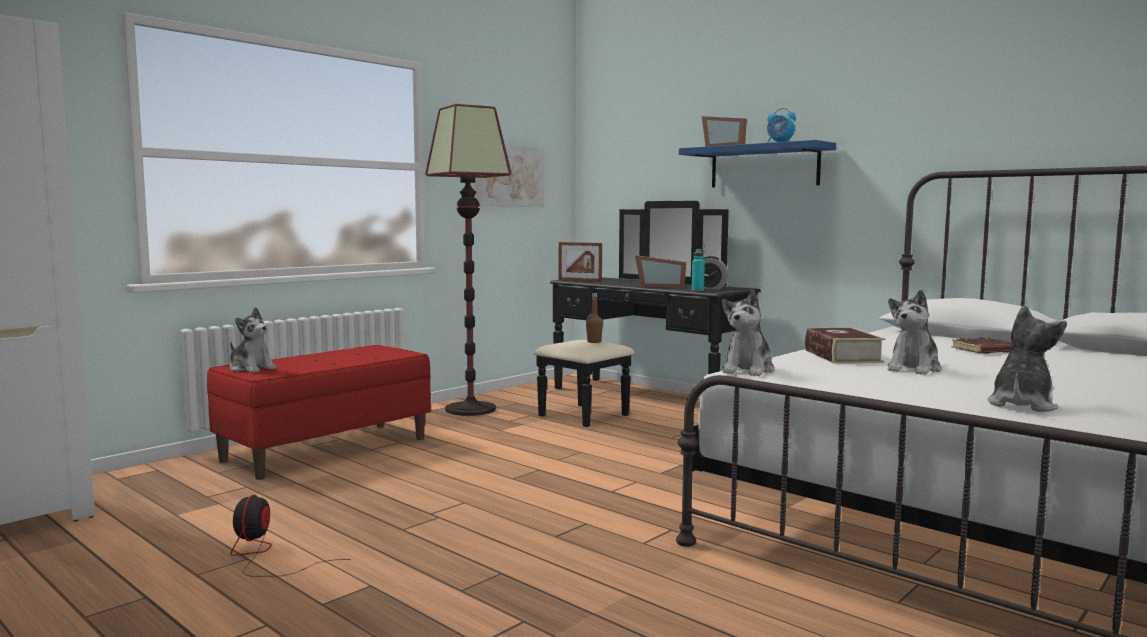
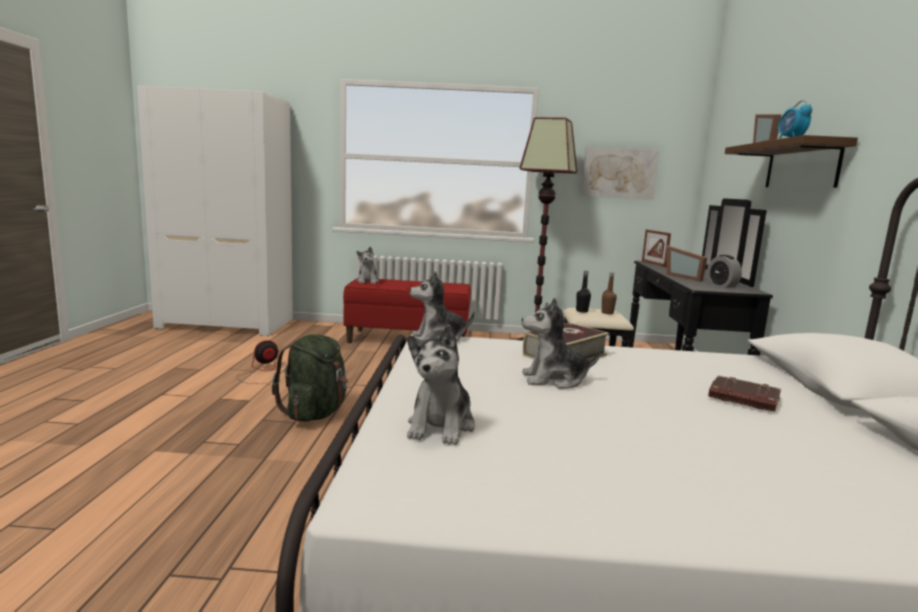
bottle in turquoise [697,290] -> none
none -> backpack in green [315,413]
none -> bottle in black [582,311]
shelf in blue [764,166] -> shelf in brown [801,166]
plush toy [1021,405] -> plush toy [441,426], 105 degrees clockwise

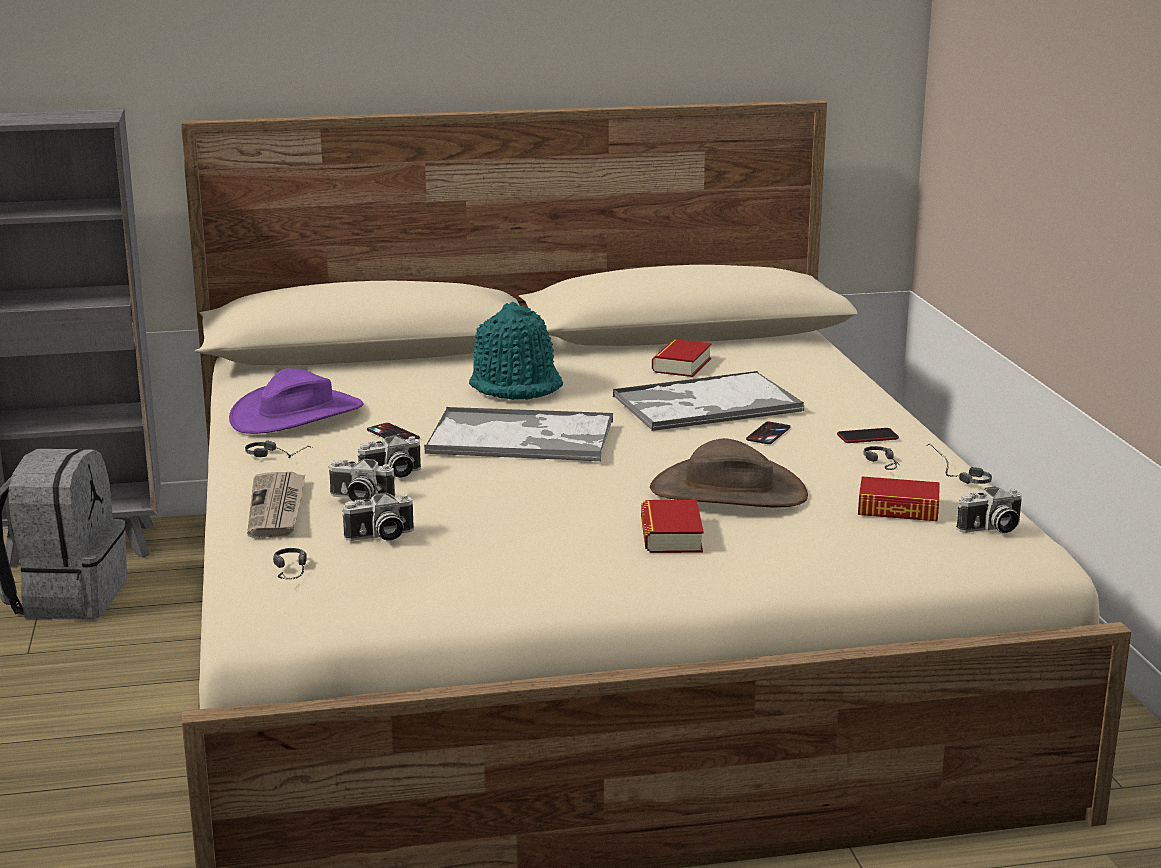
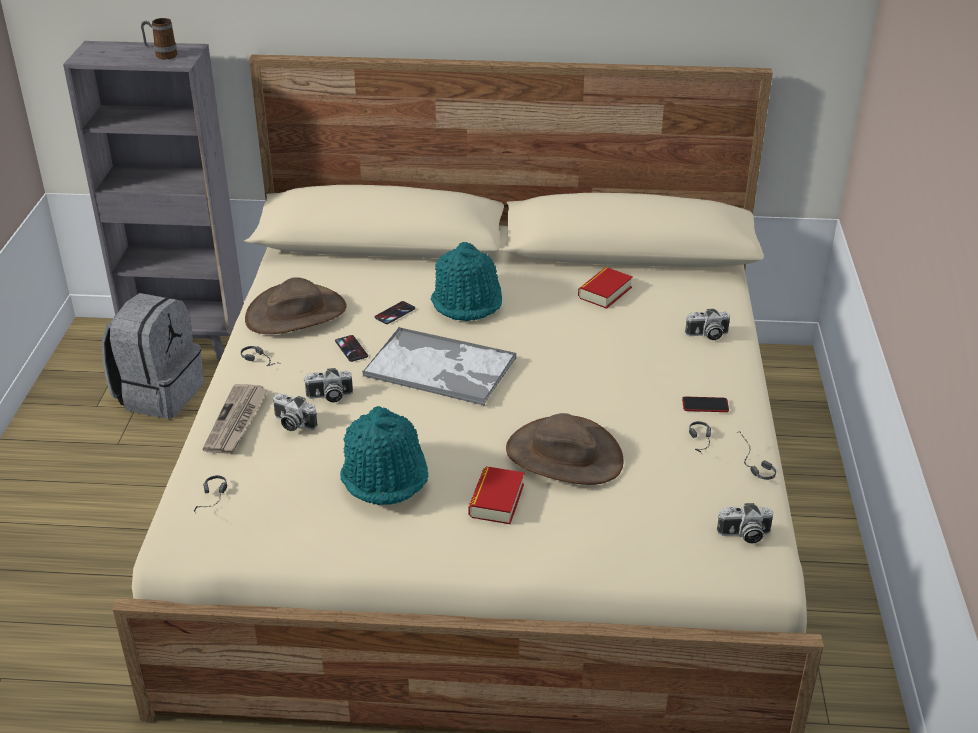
tray [705,404] -> none
book [898,509] -> none
none -> mug [161,56]
none -> hat in turquoise [385,474]
photo camera [380,536] -> photo camera [707,335], move
phone [768,434] -> phone [394,313], move
hat in purple [297,414] -> hat in brown [296,313]

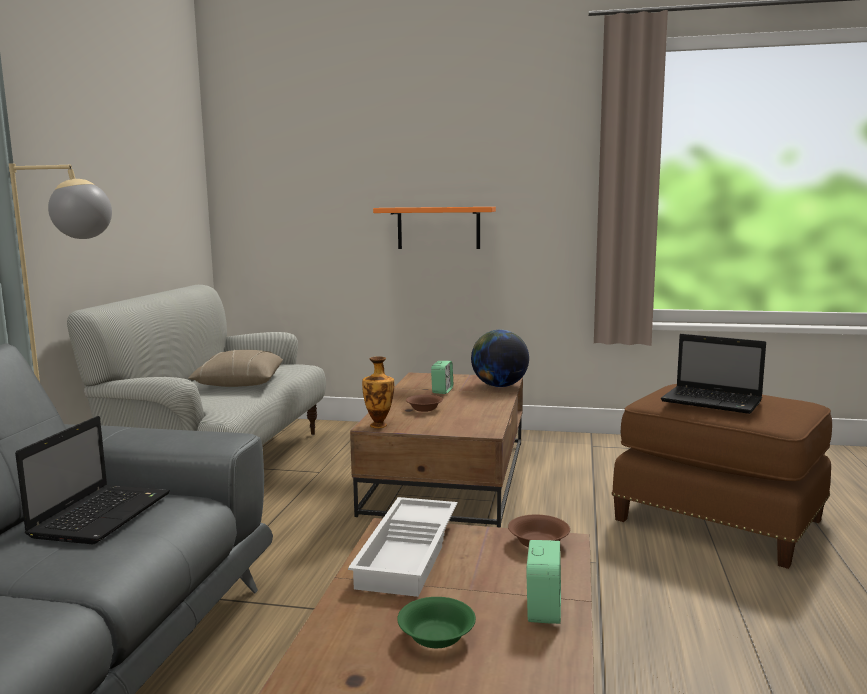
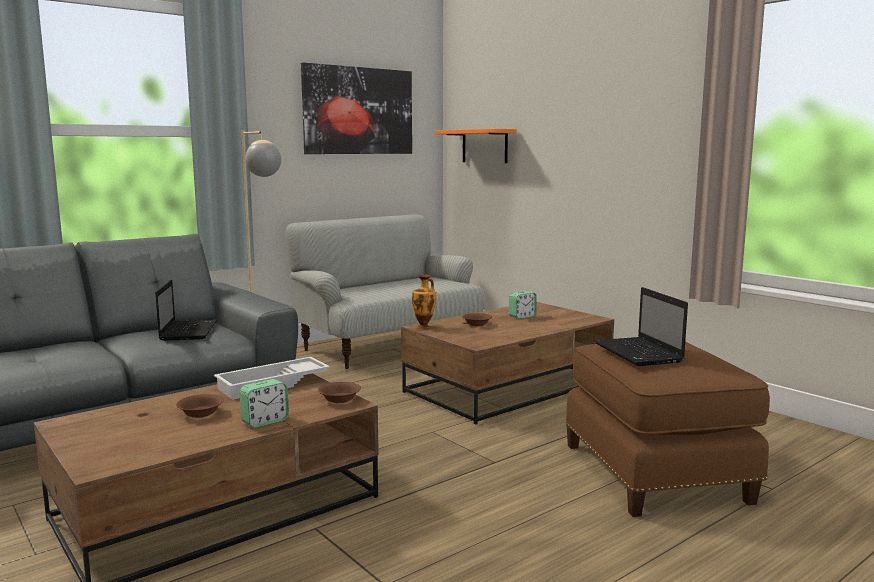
pillow in beige [239,383] -> none
globe [499,386] -> none
none -> picture [358,111]
shelf in orange [438,228] -> shelf in orange [484,146], move
bowl in green [436,636] -> bowl in brown [201,413]
laptop [102,514] -> laptop [188,331], 60 degrees counterclockwise

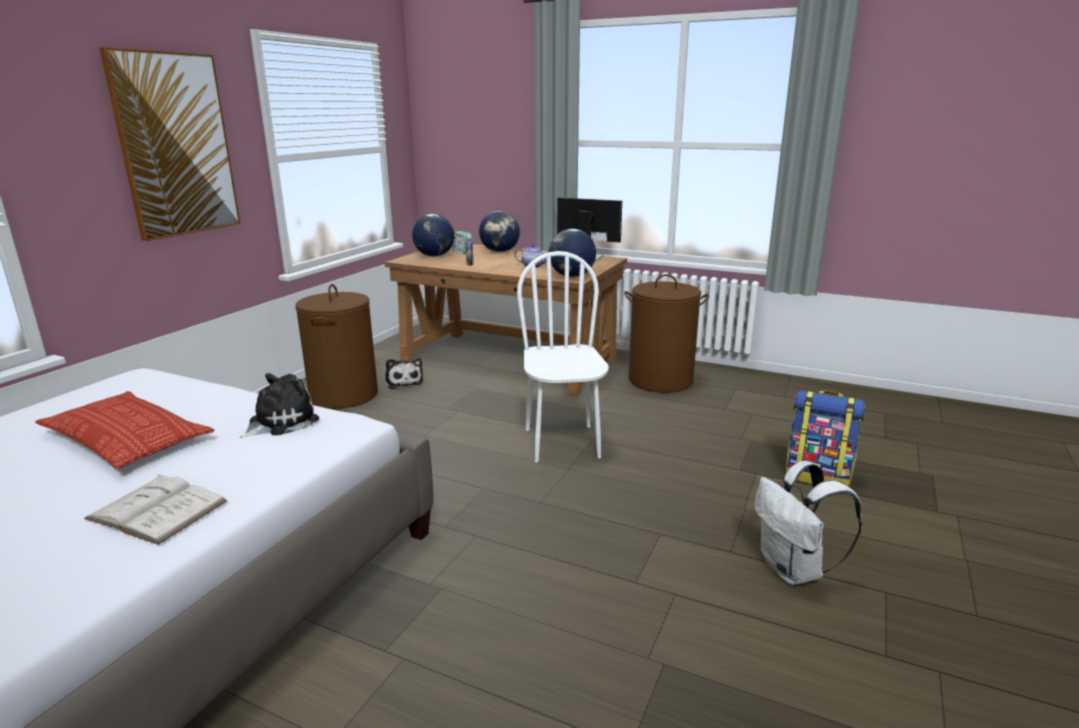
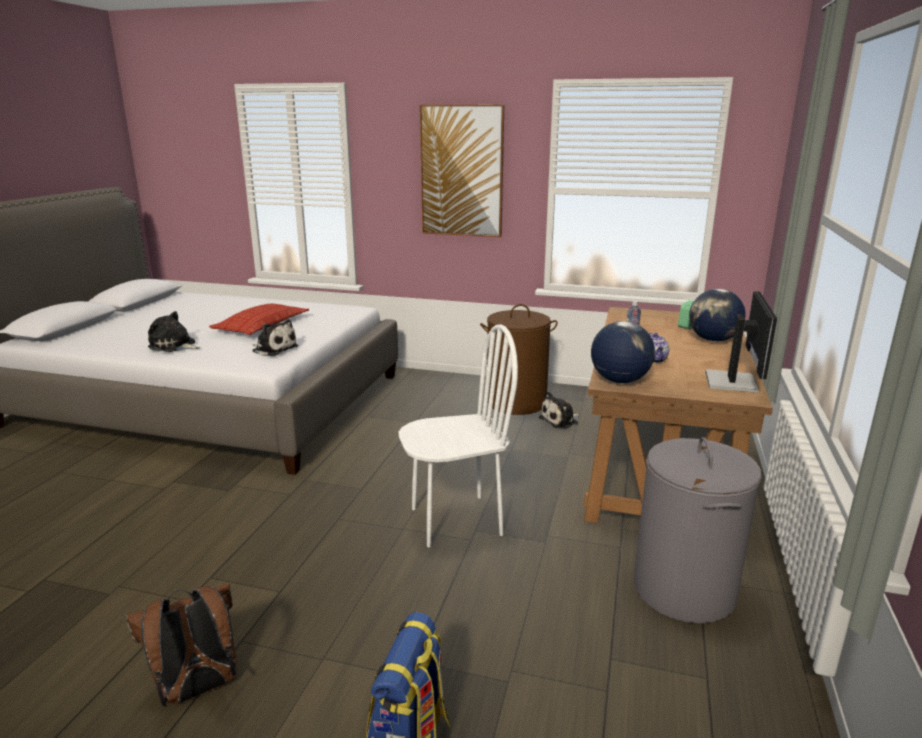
globe [434,256] -> none
book in white [157,510] -> plush toy [174,346]
laundry basket in brown [660,380] -> laundry basket in grey [684,590]
backpack in white [794,570] -> backpack in brown [197,689]

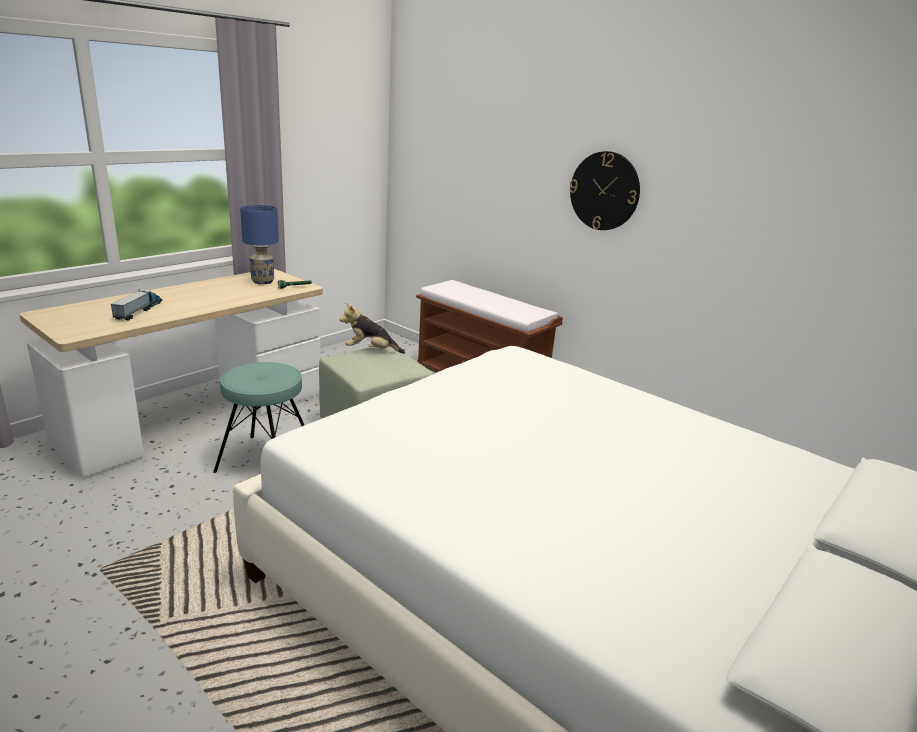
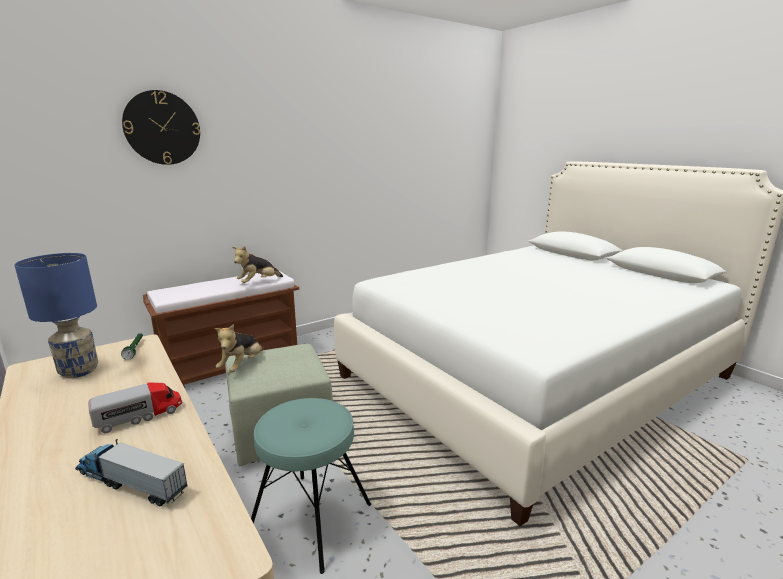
none -> toy truck [140,416]
none -> plush toy [258,283]
wall clock [604,191] -> wall clock [162,128], move

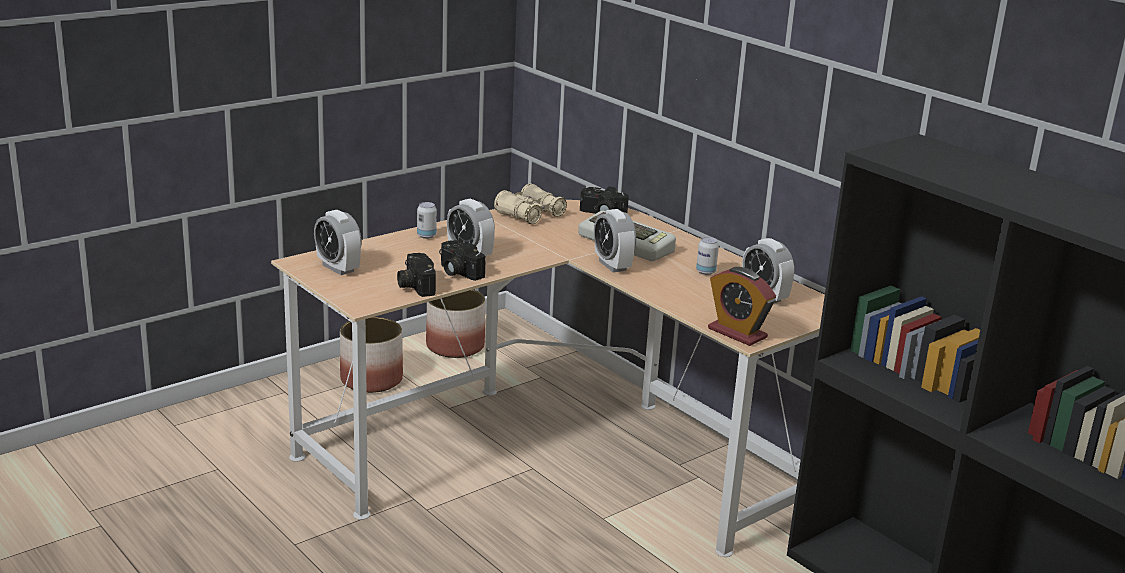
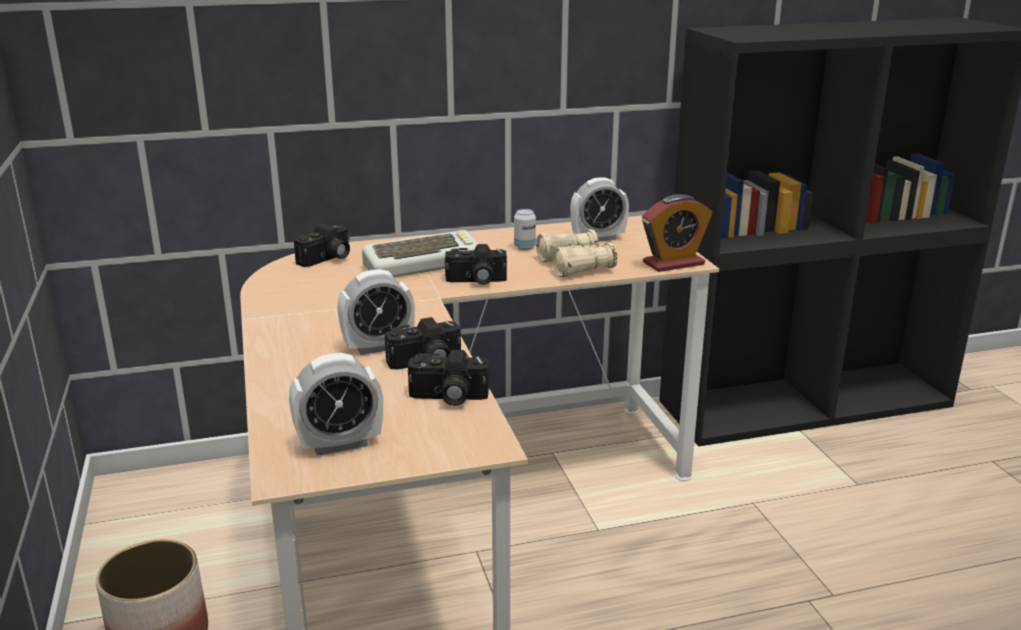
can [426,236] -> none
planter [455,347] -> none
binoculars in beige [530,215] -> binoculars in beige [575,265], move
alarm clock [612,265] -> photo camera [476,281]

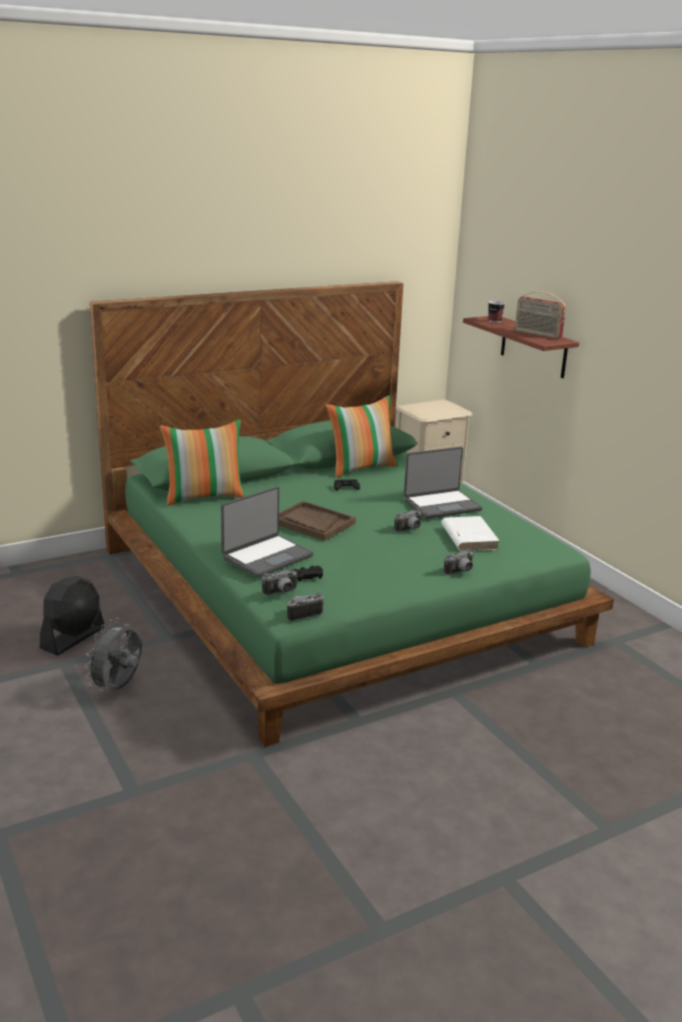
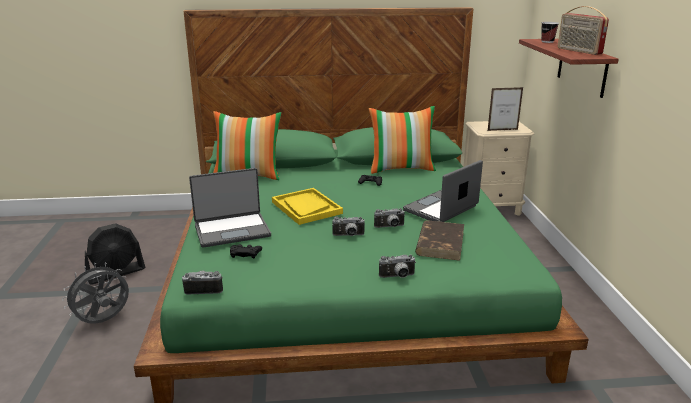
none -> picture frame [502,130]
photo camera [281,592] -> photo camera [348,236], move
tray in brown [313,523] -> tray in yellow [306,208]
book in white [468,537] -> book in brown [440,243]
laptop [441,505] -> laptop [441,209], 135 degrees clockwise

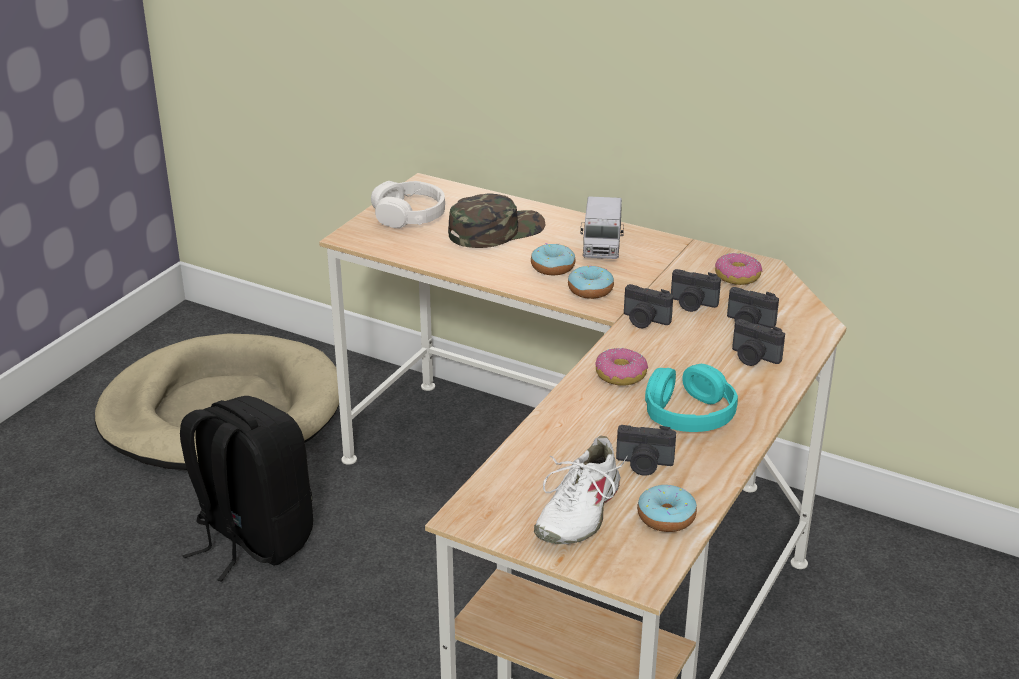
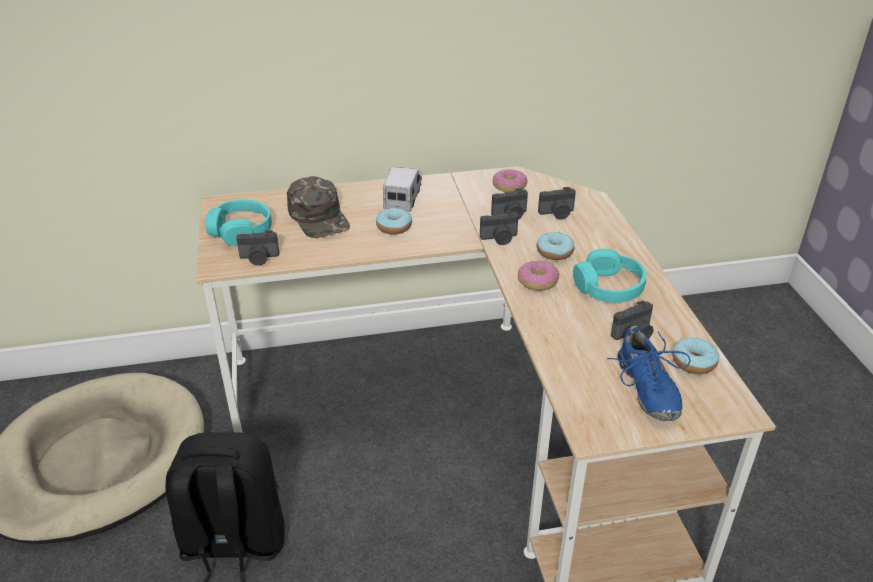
donut [590,290] -> donut [554,252], move
photo camera [753,358] -> photo camera [259,258], move
headphones in white [409,215] -> headphones in turquoise [241,230]
shoe in white [577,512] -> shoe in blue [646,389]
cap in green [495,230] -> cap in green [319,217], 135 degrees clockwise
toy truck [601,245] -> toy truck [403,199], 135 degrees counterclockwise

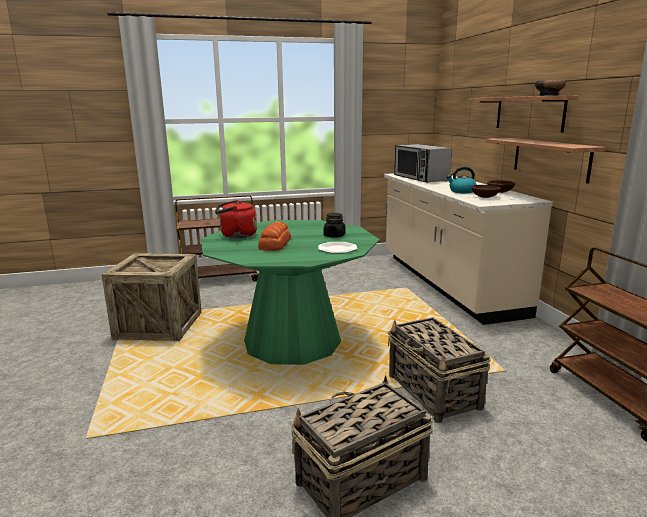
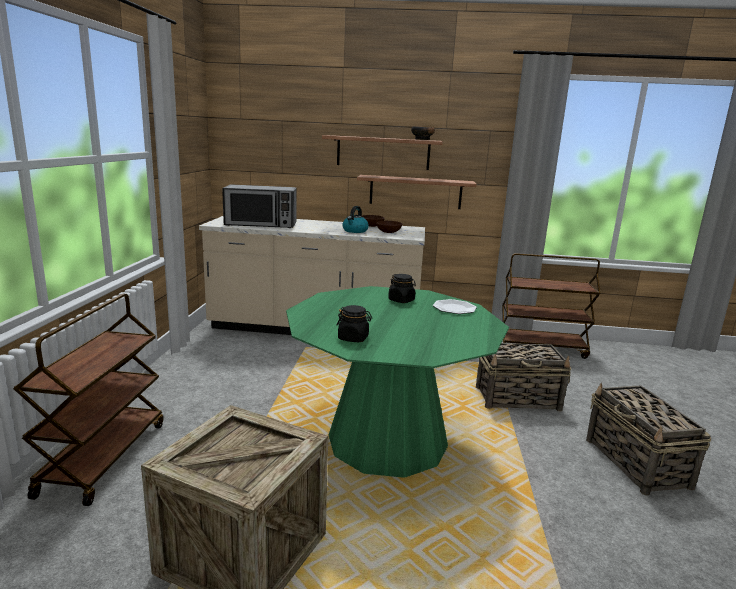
bread [274,244] -> none
kettle in red [236,235] -> jar in black [353,338]

